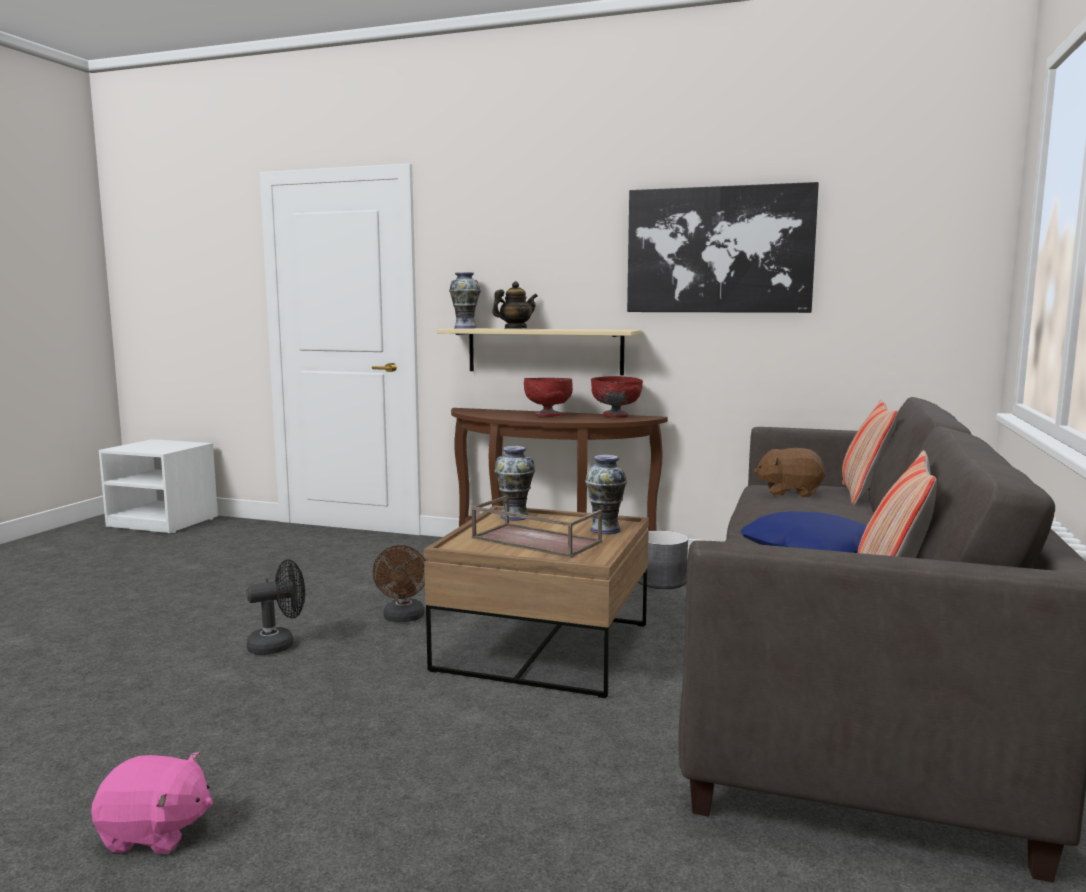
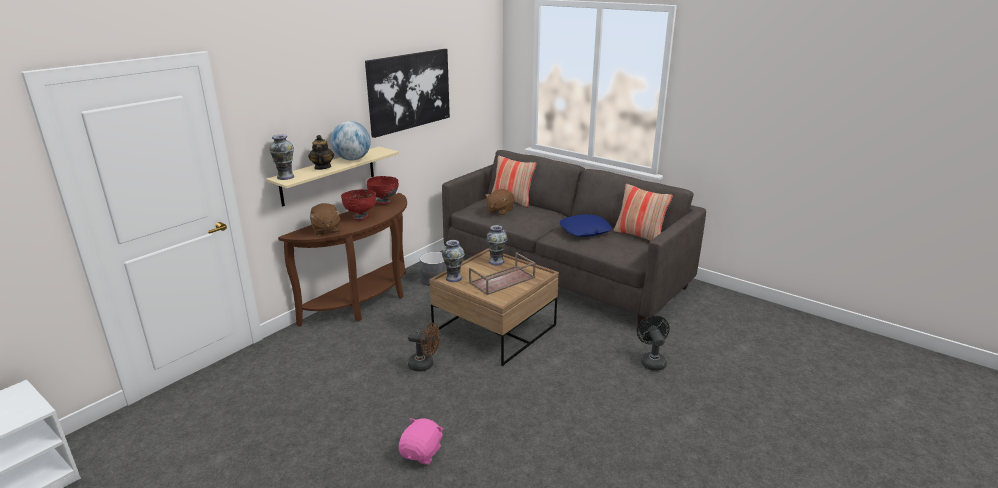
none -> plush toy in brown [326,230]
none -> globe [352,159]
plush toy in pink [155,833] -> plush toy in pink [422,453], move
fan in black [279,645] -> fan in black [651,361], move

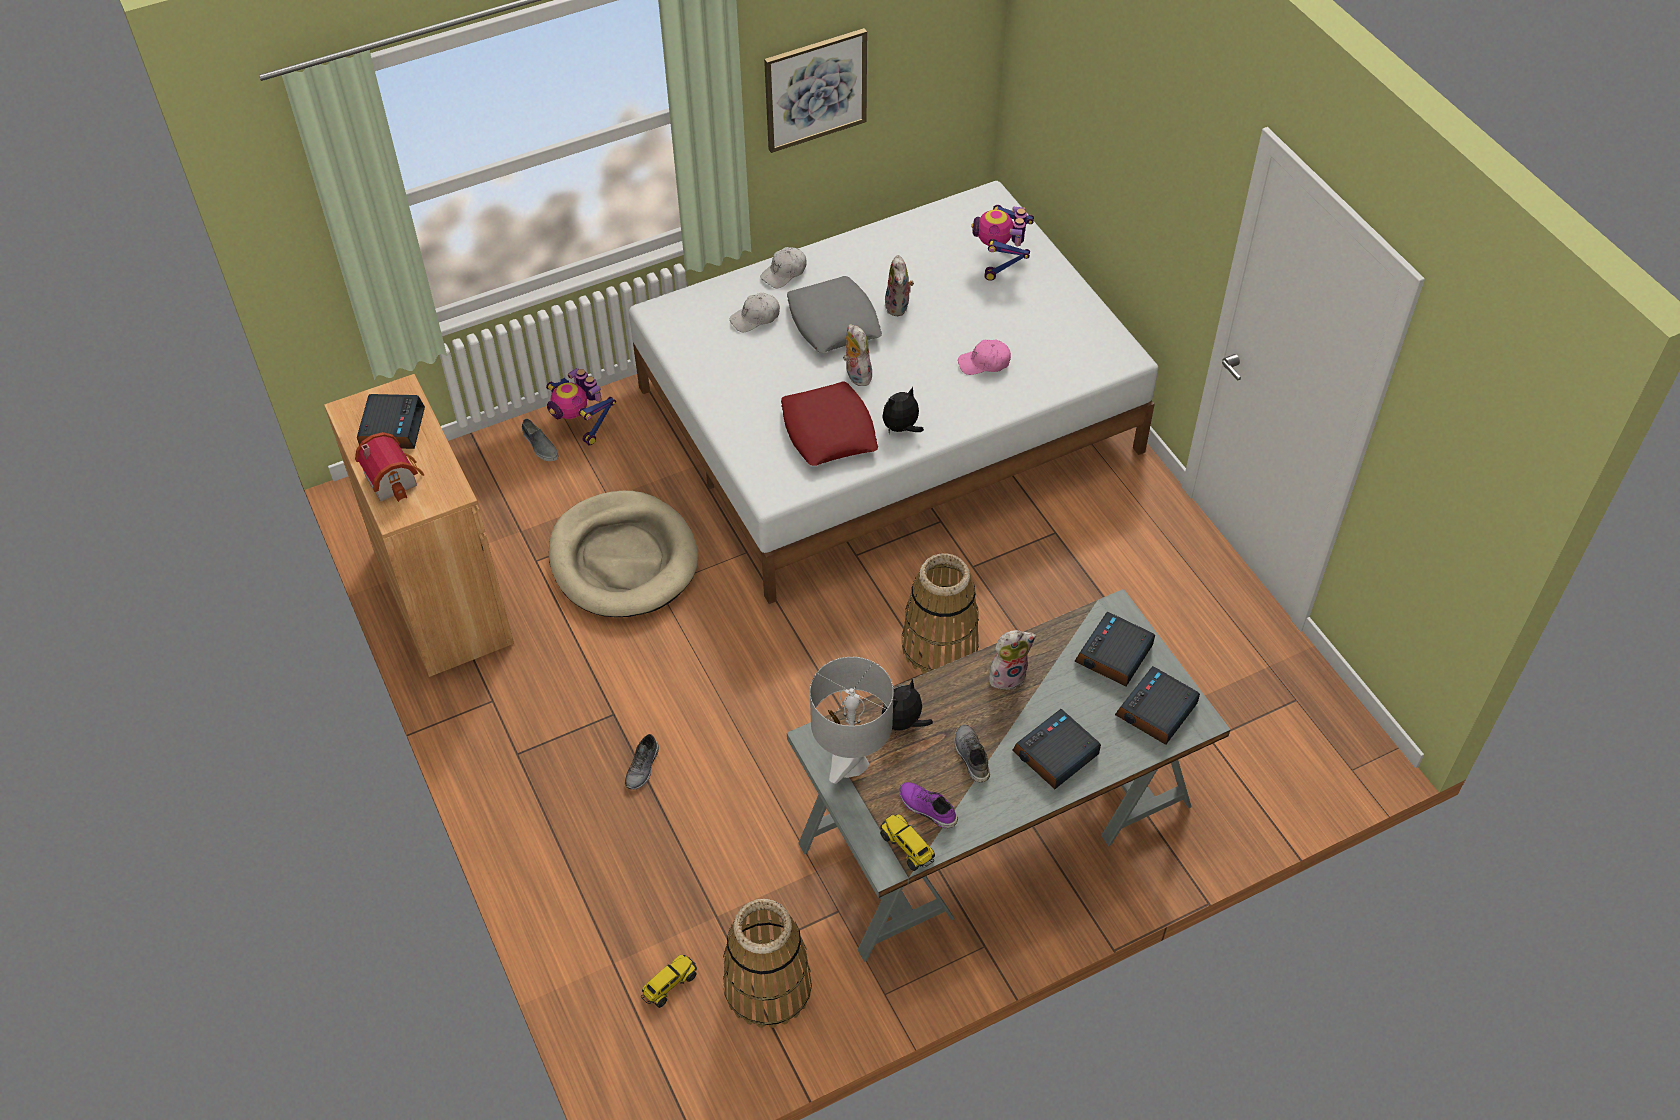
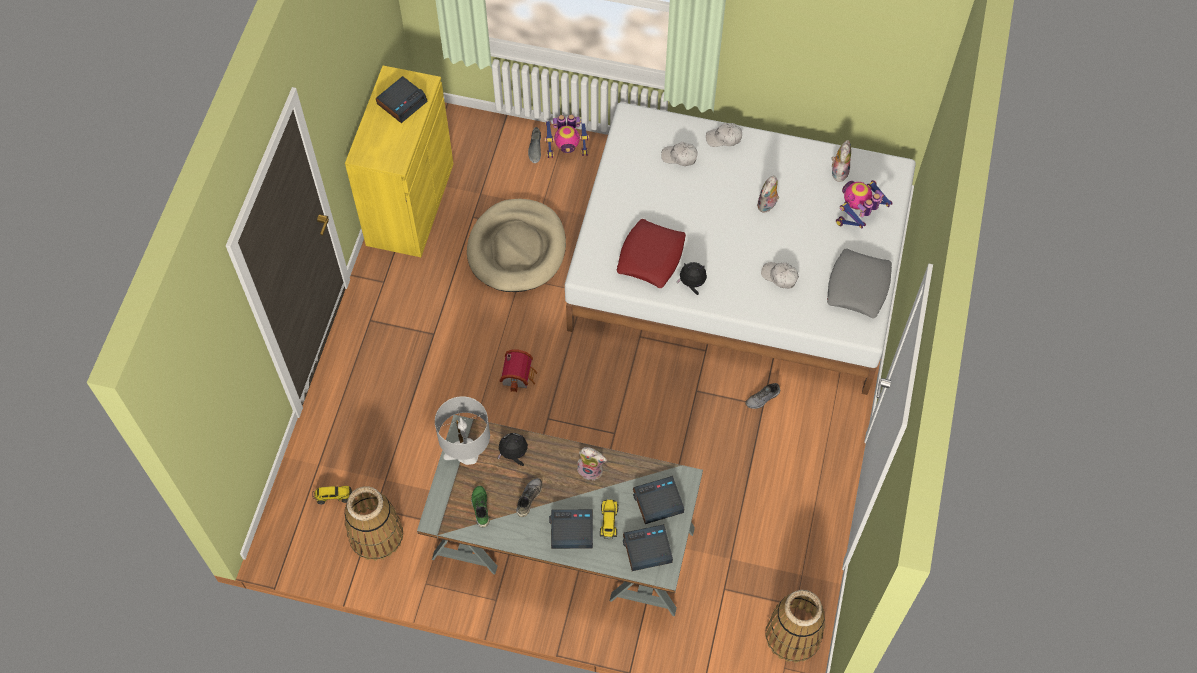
picture [815,89] -> none
toy house [393,478] -> toy house [519,375], move
shoe in grey [643,767] -> shoe in grey [763,398], move
pillow in grey [834,322] -> pillow in grey [858,287], move
plush toy [856,375] -> plush toy [838,171], move
toy truck [907,847] -> toy truck [609,522], move
basket [940,646] -> basket [793,635], move
cabinet in brown [442,596] -> cabinet in yellow [410,204]
shoe in purple [926,809] -> shoe in green [480,508]
cap in pink [984,363] -> cap in white [779,276]
toy robot [580,425] -> toy robot [567,150], 90 degrees counterclockwise

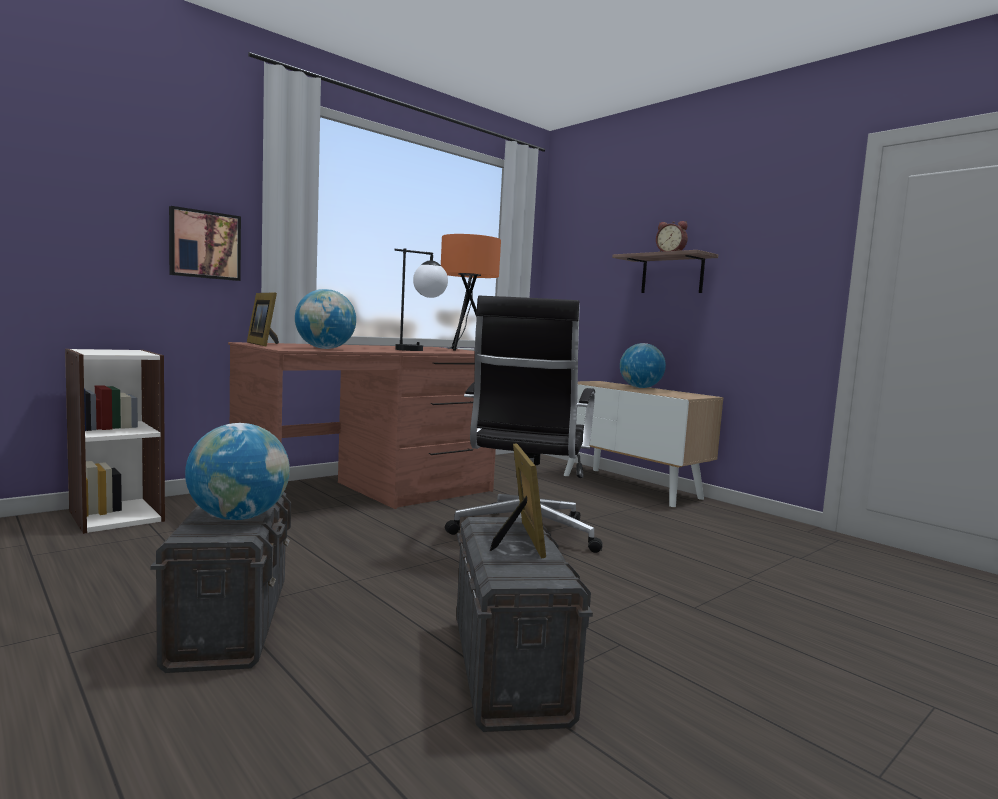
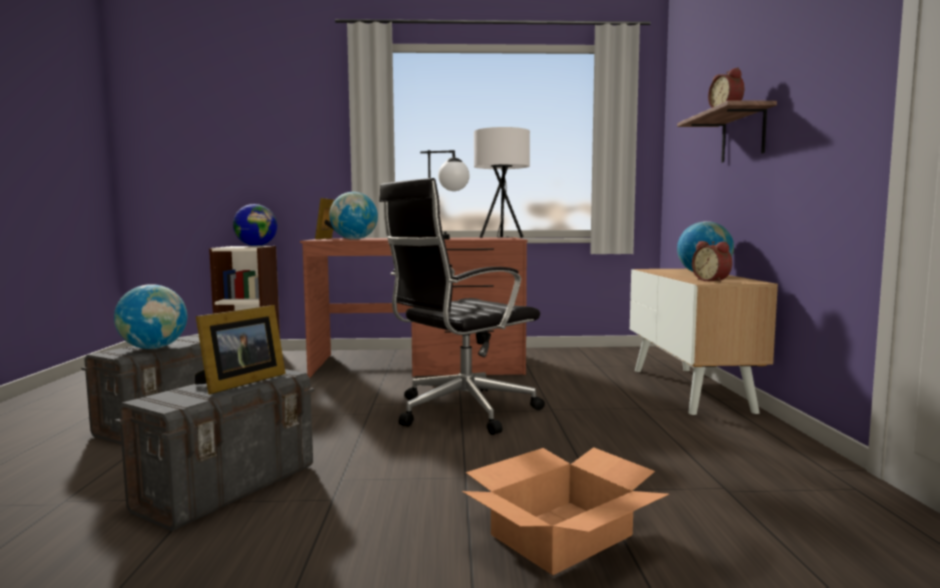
picture [204,245] -> none
none -> globe [256,246]
none -> cardboard box [561,535]
none -> alarm clock [712,280]
table lamp in orange [464,351] -> table lamp in white [502,238]

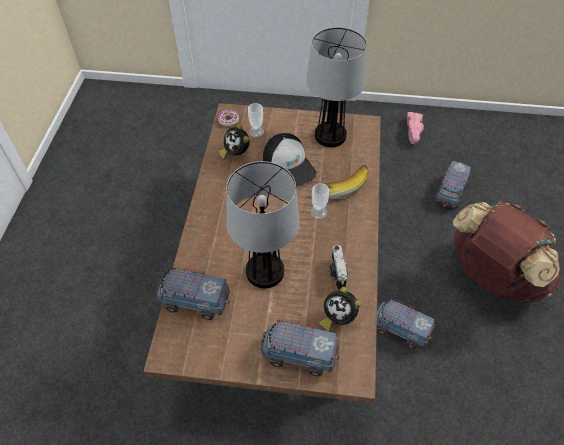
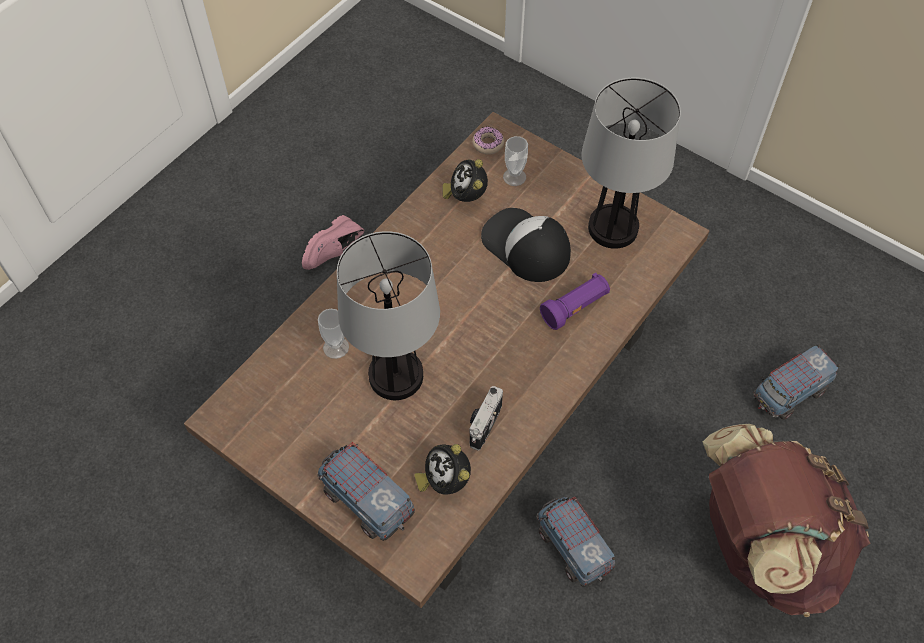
toy truck [195,301] -> none
cup [318,212] -> cup [336,347], move
shoe in pink [415,132] -> shoe in pink [335,252], move
banana [340,185] -> flashlight in purple [575,308]
cap [289,165] -> cap [525,246], 135 degrees clockwise

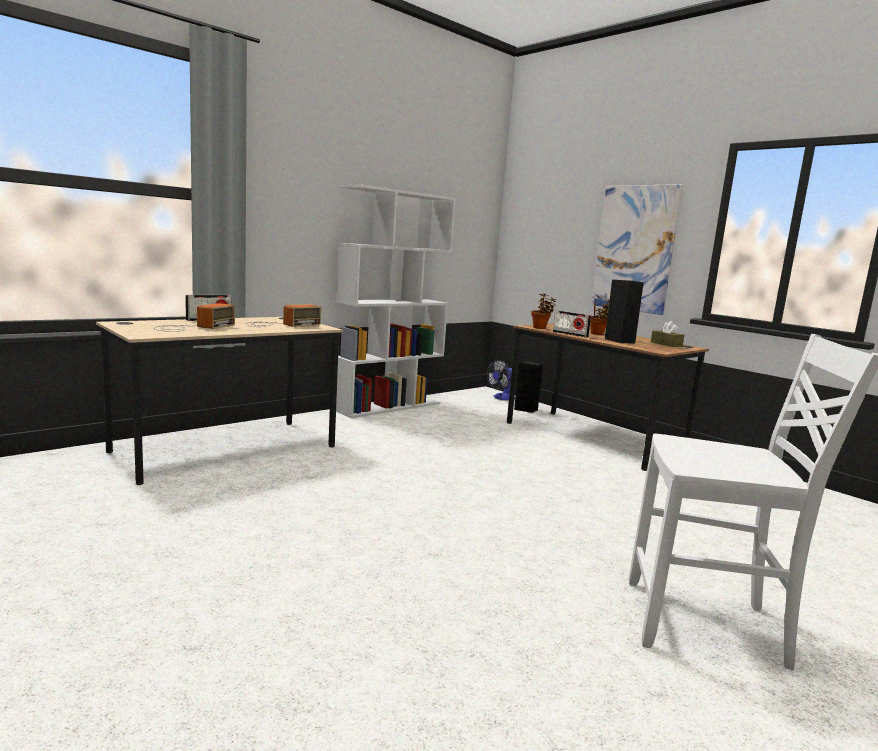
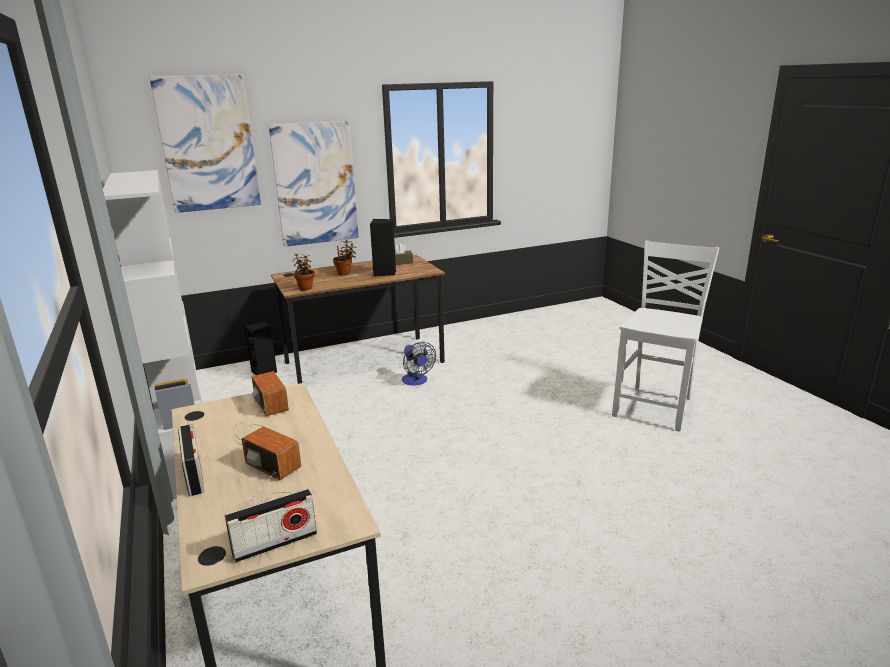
none -> picture [208,144]
fan [501,398] -> fan [416,381], move
radio [570,334] -> radio [275,543], move

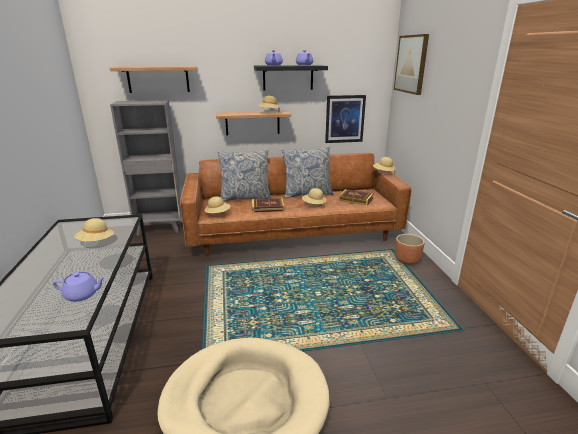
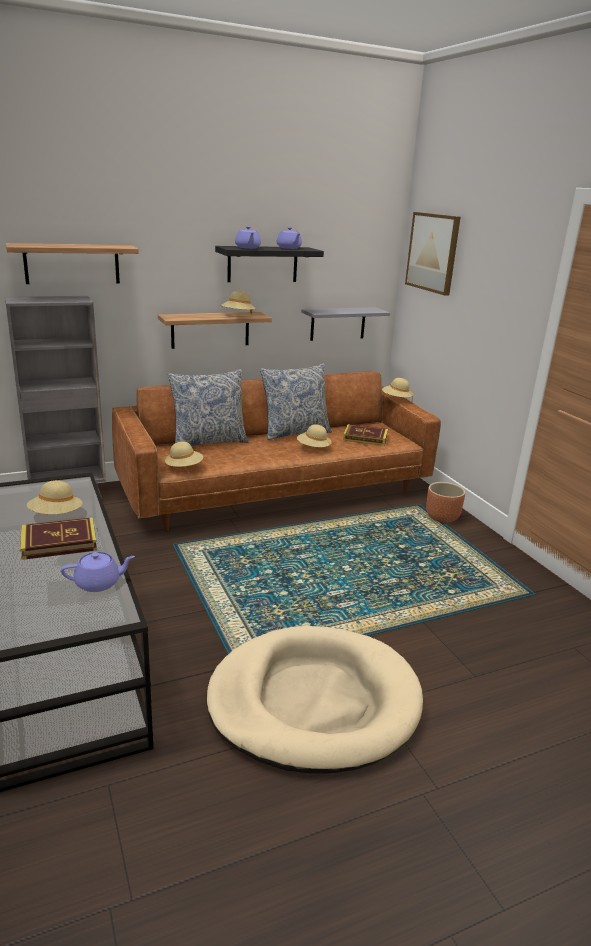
book [267,207] -> book [59,542], move
picture [345,119] -> shelf in grey [338,323]

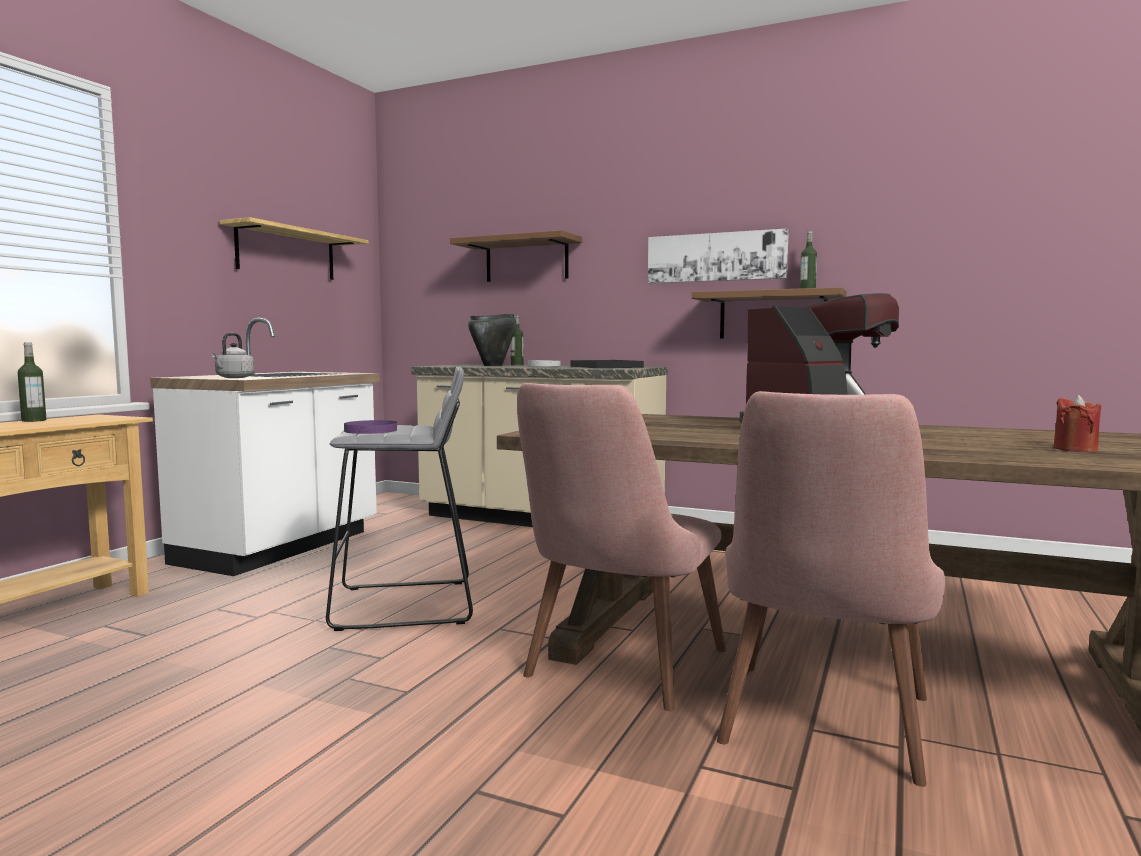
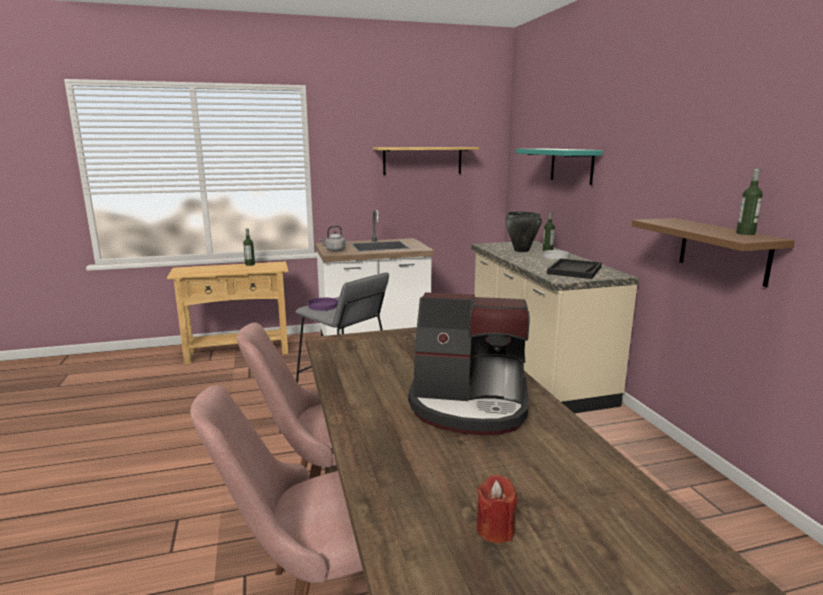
picture [716,257] -> none
shelf in brown [526,260] -> shelf in turquoise [571,165]

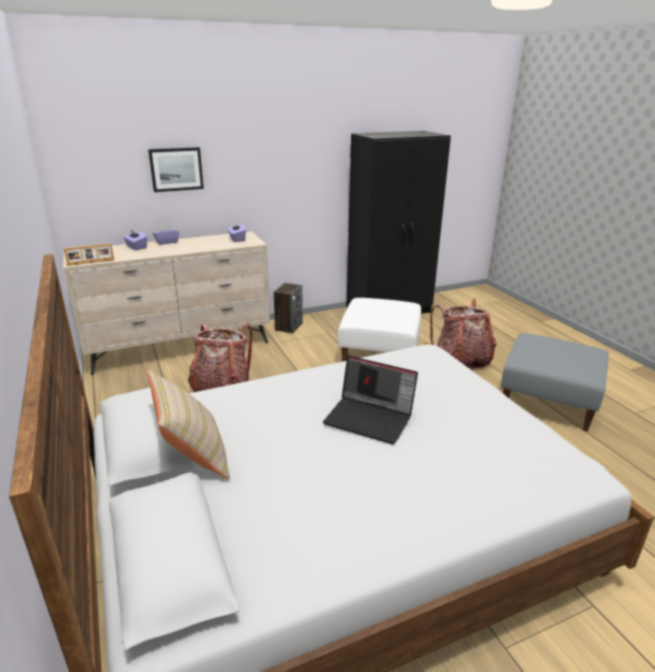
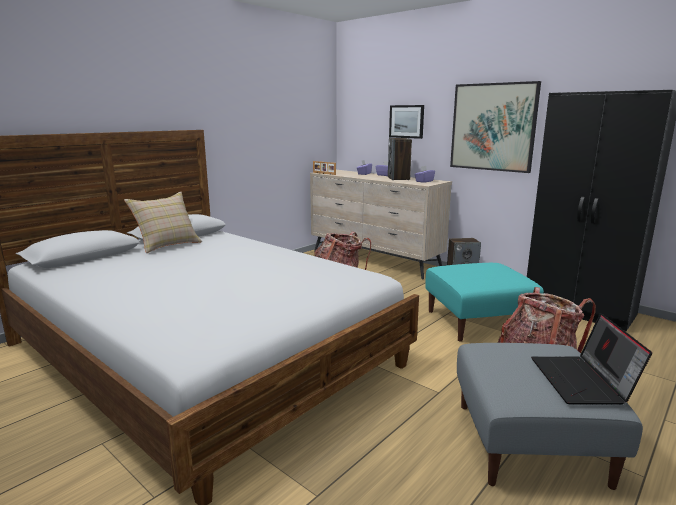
none -> speaker [398,178]
none -> picture [493,127]
laptop [370,418] -> laptop [583,381], move
ottoman in white [379,353] -> ottoman in turquoise [477,321]

